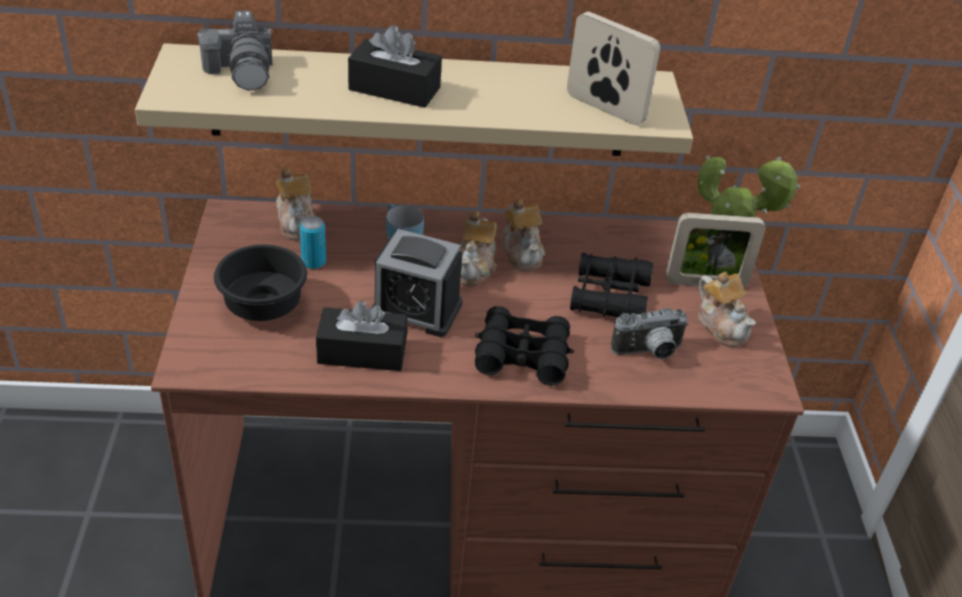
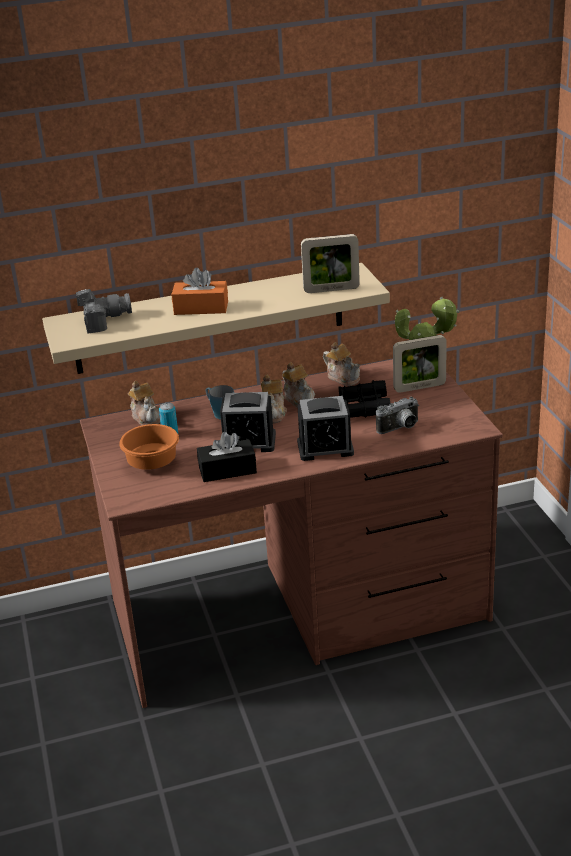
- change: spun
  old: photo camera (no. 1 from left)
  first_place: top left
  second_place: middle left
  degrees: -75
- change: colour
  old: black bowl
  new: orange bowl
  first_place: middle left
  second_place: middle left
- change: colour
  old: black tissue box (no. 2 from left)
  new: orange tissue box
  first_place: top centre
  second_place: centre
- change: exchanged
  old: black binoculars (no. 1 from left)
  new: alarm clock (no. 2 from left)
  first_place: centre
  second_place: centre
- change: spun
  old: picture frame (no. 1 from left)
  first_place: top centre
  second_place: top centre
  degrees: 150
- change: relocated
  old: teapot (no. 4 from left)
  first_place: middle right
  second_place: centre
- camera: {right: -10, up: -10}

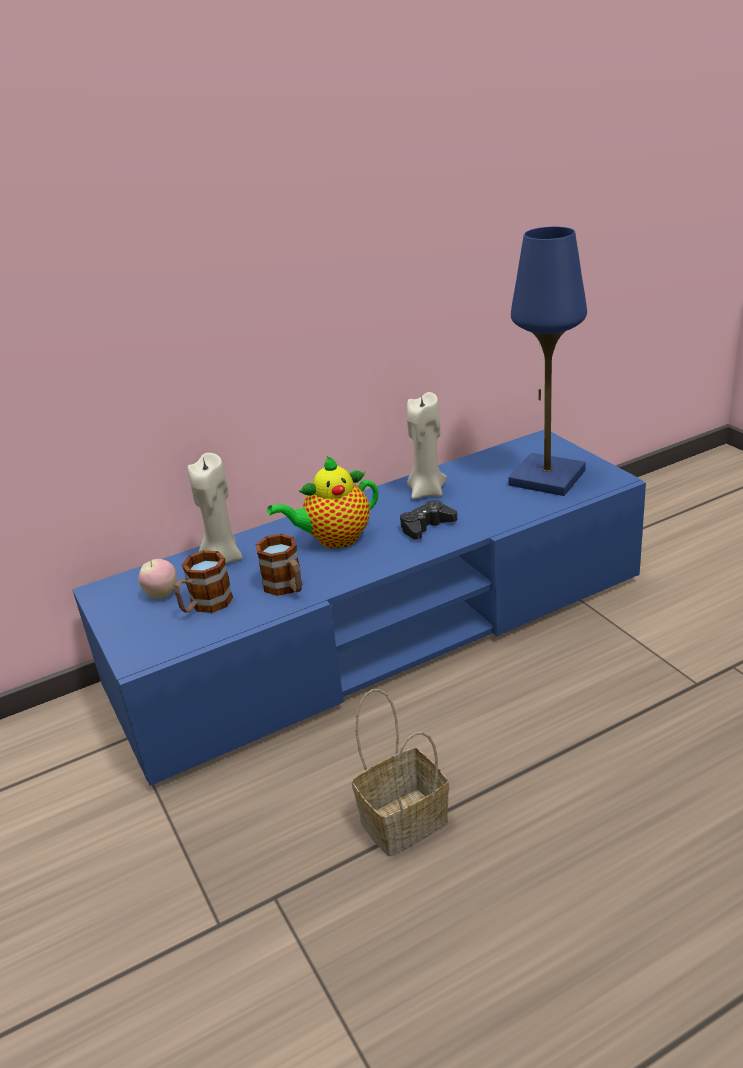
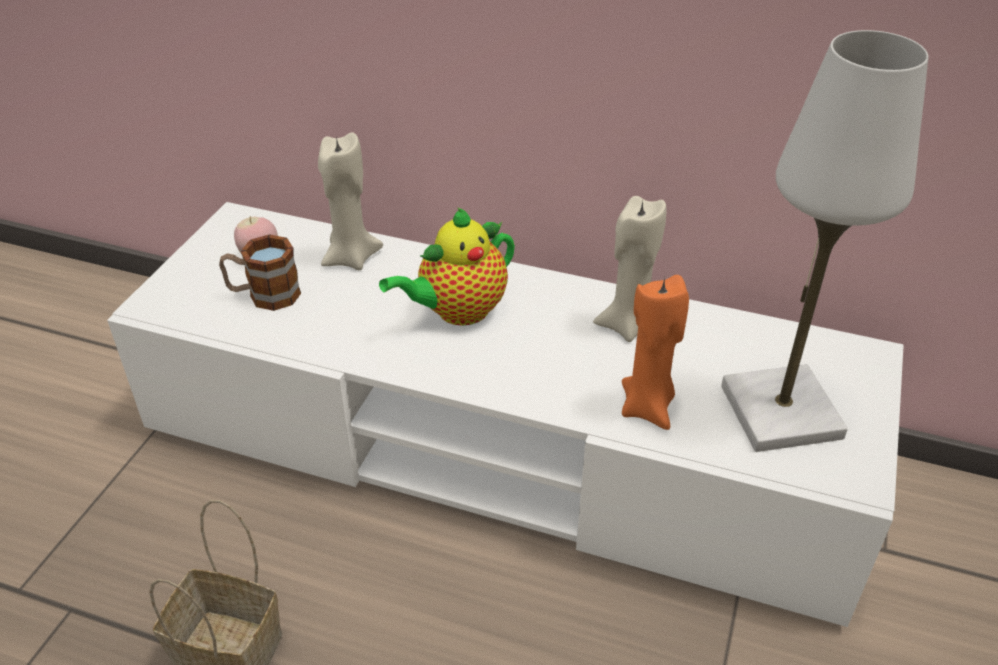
- change: colour
  old: blue tv stand
  new: white tv stand
  first_place: centre
  second_place: centre
- change: missing
  old: mug (no. 2 from left)
  first_place: centre
- change: spun
  old: teapot
  first_place: centre
  second_place: centre
  degrees: -60
- change: missing
  old: black game controller
  first_place: centre
- change: colour
  old: blue table lamp
  new: white table lamp
  first_place: middle right
  second_place: middle right
- change: appeared
  new: orange candle
  second_place: centre
- camera: {right: 45, up: 10}

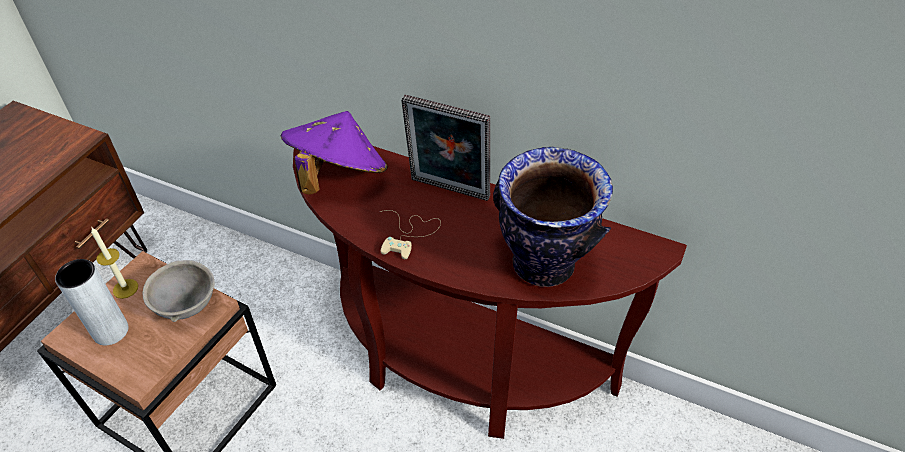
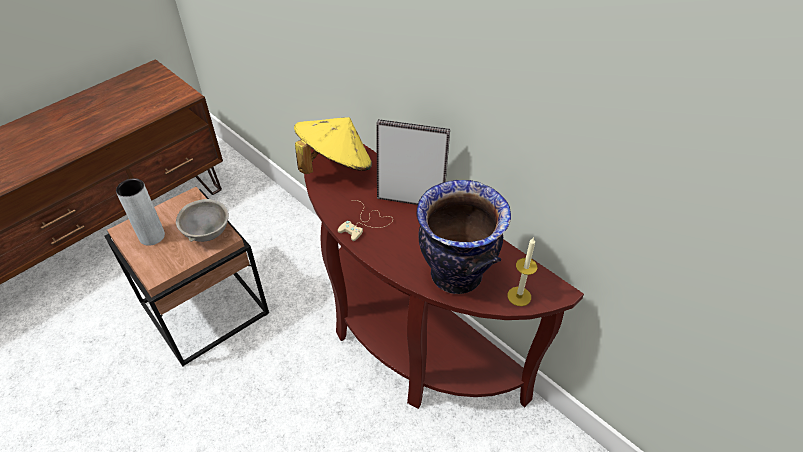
- change: relocated
  old: candle
  first_place: middle left
  second_place: centre
- change: colour
  old: purple hat
  new: yellow hat
  first_place: centre
  second_place: top centre
- change: spun
  old: picture frame
  first_place: top centre
  second_place: centre
  degrees: 150
- camera: {right: 20, up: 0}

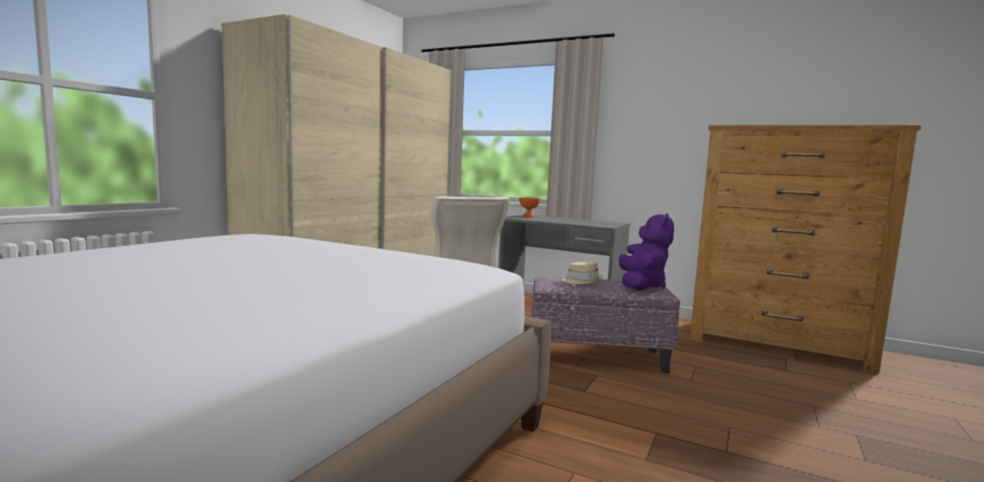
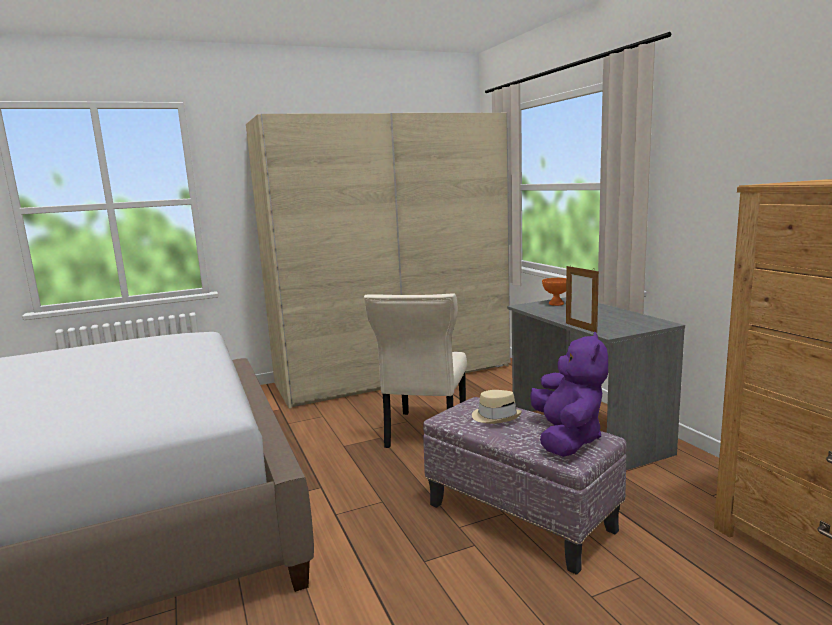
- change: spun
  old: purple plush toy
  first_place: centre
  second_place: middle right
  degrees: -45
- change: appeared
  new: picture frame
  second_place: middle right
- camera: {right: 40, up: 5}

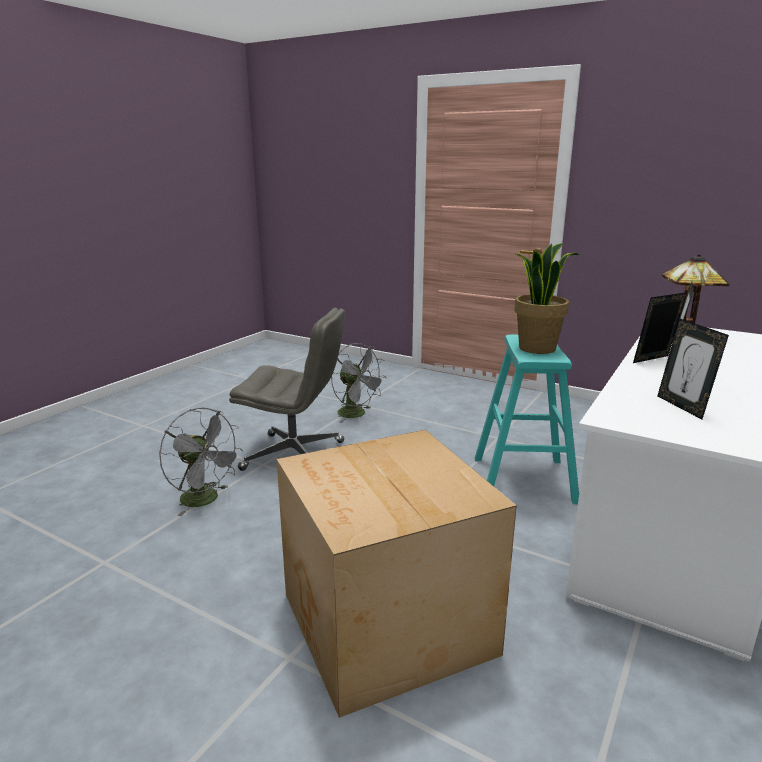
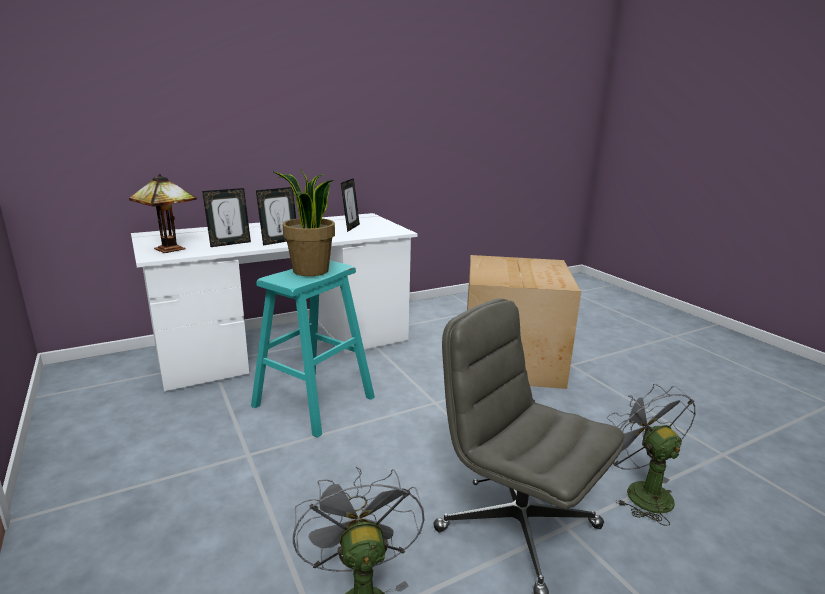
- change: spun
  old: picture frame (no. 1 from left in the first image)
  first_place: middle right
  second_place: centre
  degrees: -45
- camera: {right: -150, up: 0}

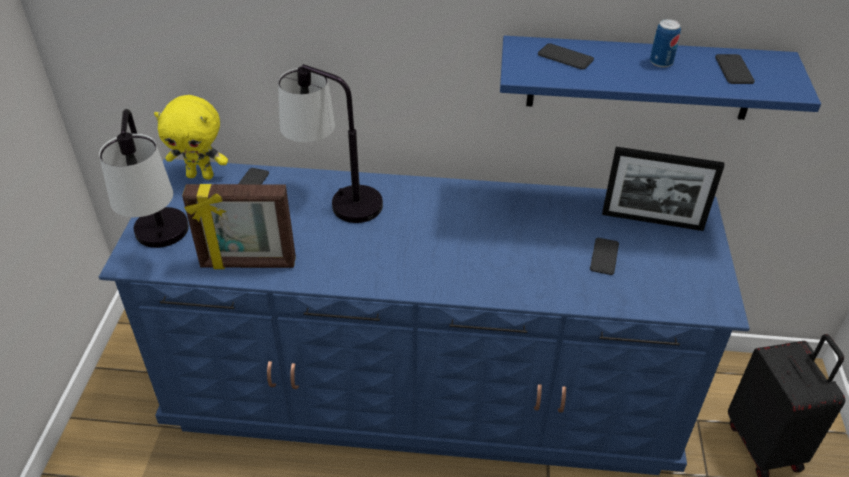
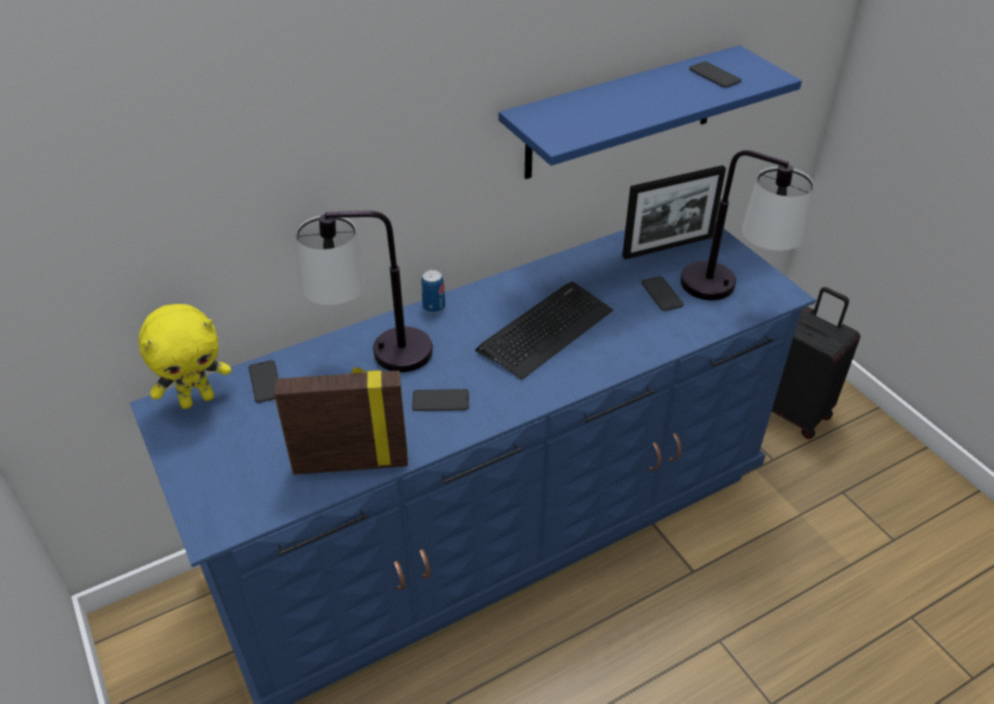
- change: relocated
  old: table lamp (no. 1 from left in the first image)
  new: table lamp (no. 2 from left)
  first_place: middle left
  second_place: top right
- change: spun
  old: picture frame (no. 1 from left)
  first_place: middle left
  second_place: centre
  degrees: -150
- change: relocated
  old: phone (no. 2 from left)
  first_place: top right
  second_place: centre
- change: relocated
  old: can
  first_place: top right
  second_place: centre
- change: appeared
  new: keyboard
  second_place: centre
- camera: {right: -35, up: 0}

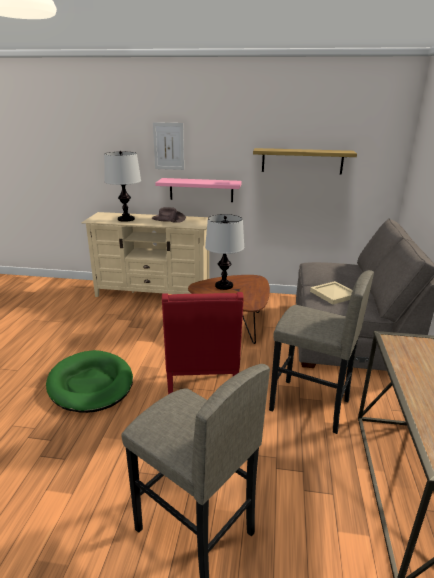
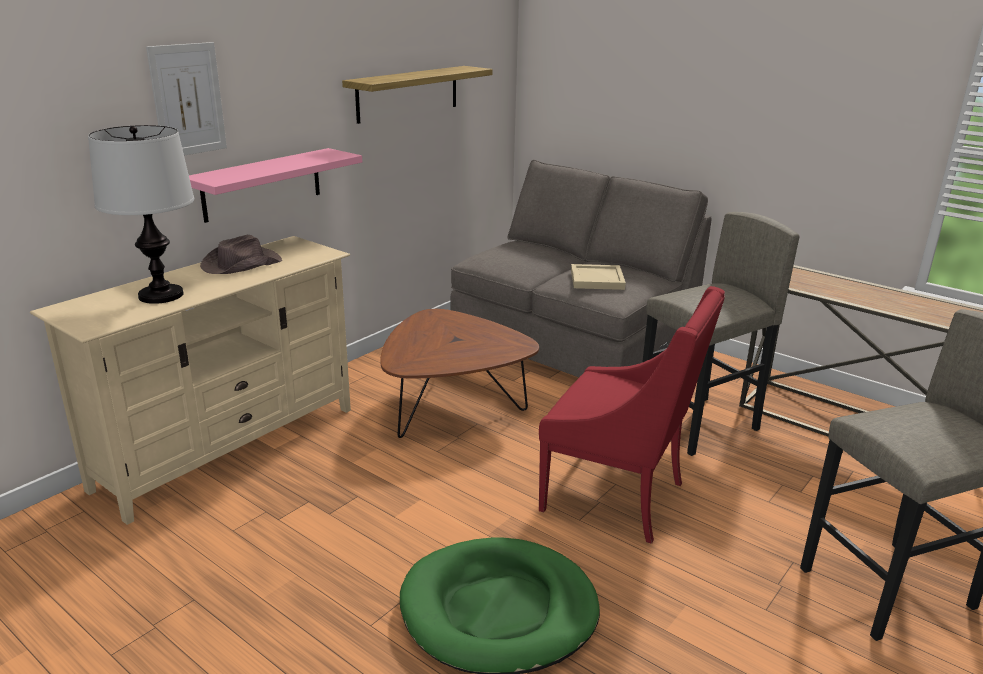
- change: missing
  old: table lamp (no. 2 from left)
  first_place: centre
- camera: {right: -60, up: 0}

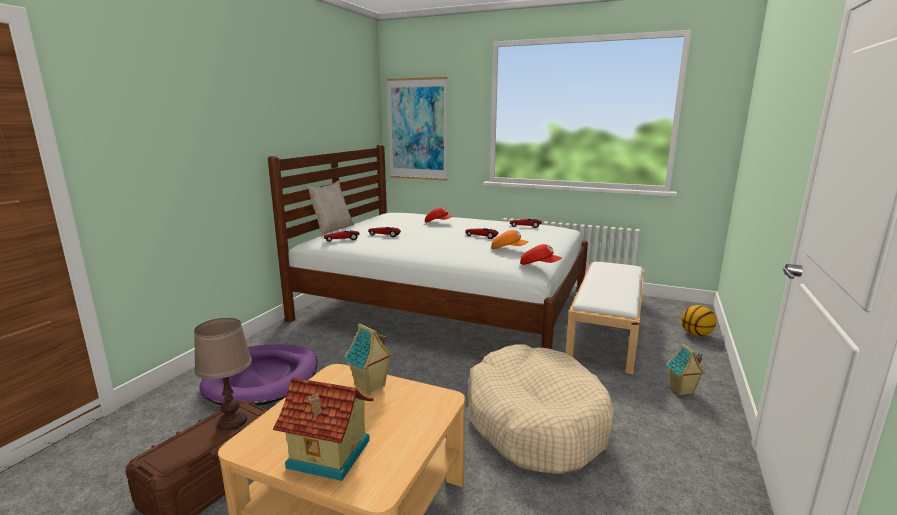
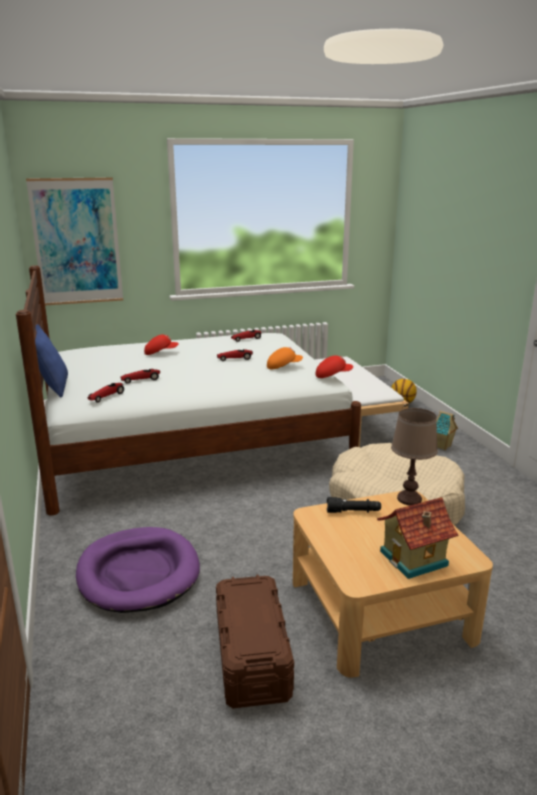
- change: relocated
  old: brown table lamp
  first_place: bottom left
  second_place: middle right
- change: colour
  old: beige pillow
  new: blue pillow
  first_place: centre
  second_place: middle left
- change: exchanged
  old: toy house (no. 2 from left)
  new: black flashlight
  first_place: bottom centre
  second_place: centre
- camera: {right: -40, up: 5}

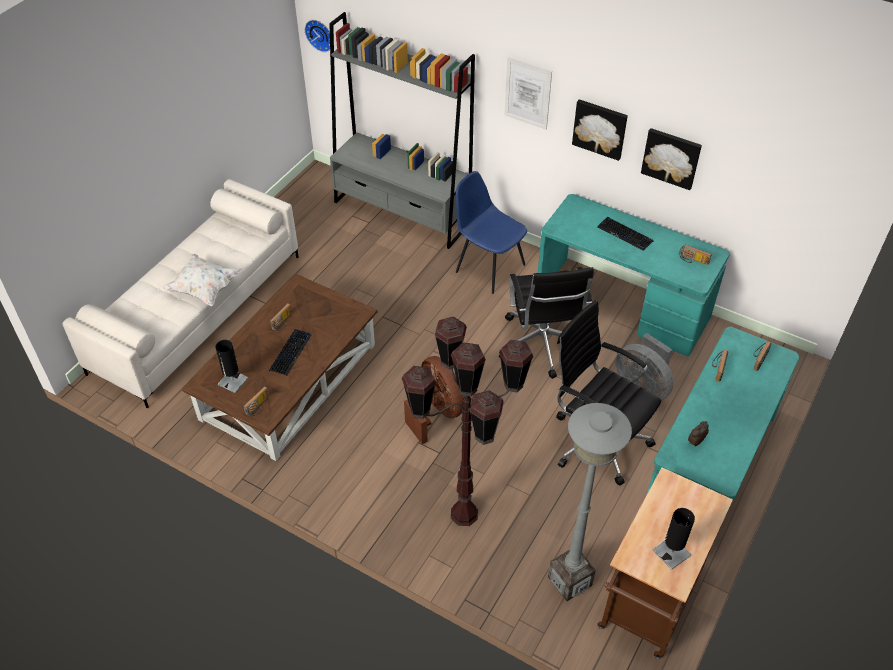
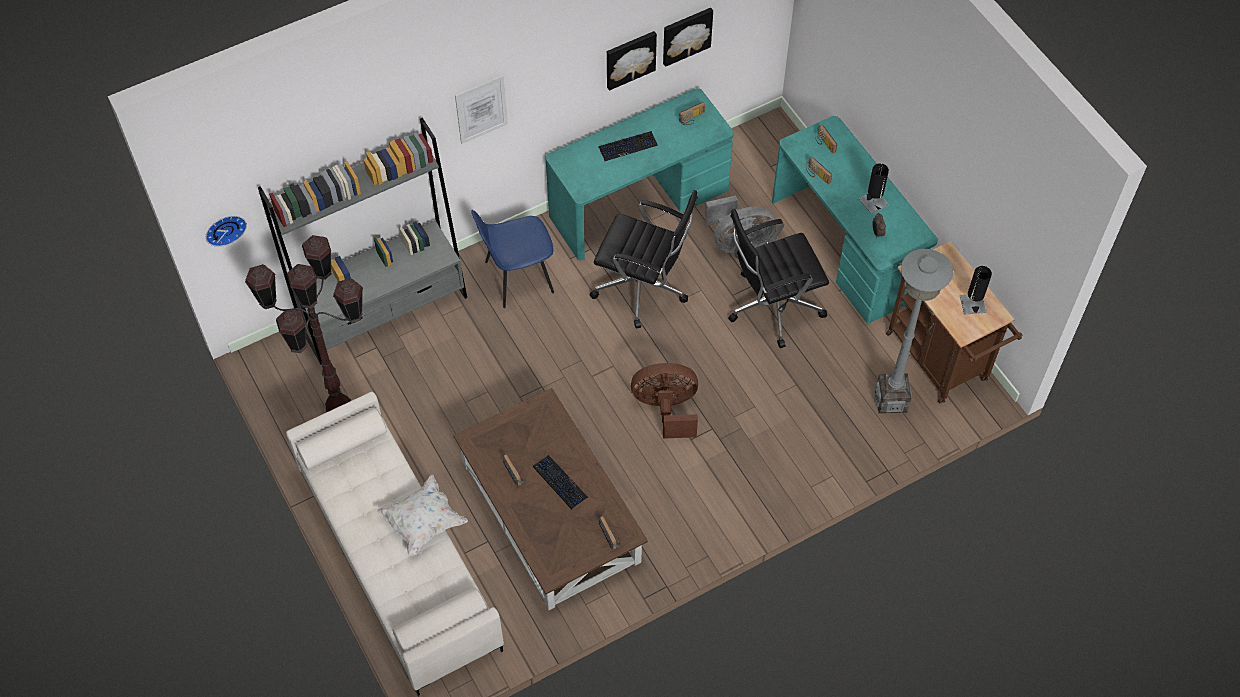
- change: relocated
  old: black table lamp (no. 1 from left)
  first_place: middle left
  second_place: top right
- change: relocated
  old: brown floor lamp
  first_place: centre
  second_place: middle left
- change: relocated
  old: picture (no. 2 from left in the first image)
  new: picture (no. 3 from left)
  first_place: top right
  second_place: top centre
- camera: {right: -60, up: 10}

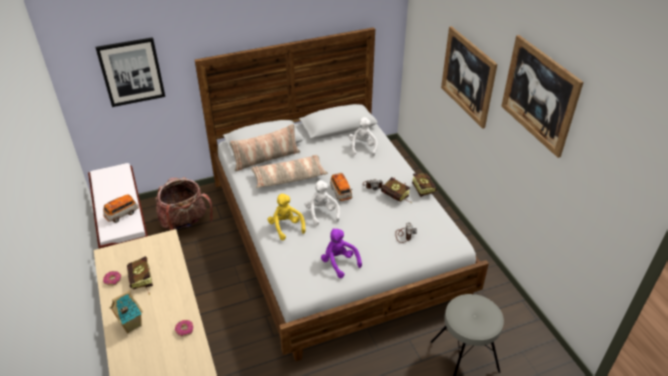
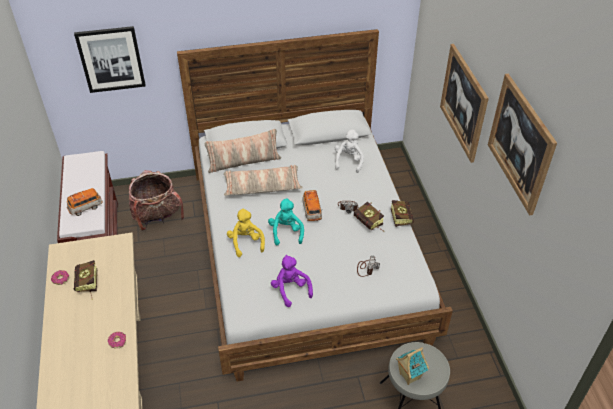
- change: relocated
  old: toy house
  first_place: bottom left
  second_place: bottom right
- change: colour
  old: white plush toy (no. 1 from left)
  new: turquoise plush toy
  first_place: centre
  second_place: centre
- camera: {right: 10, up: 5}

